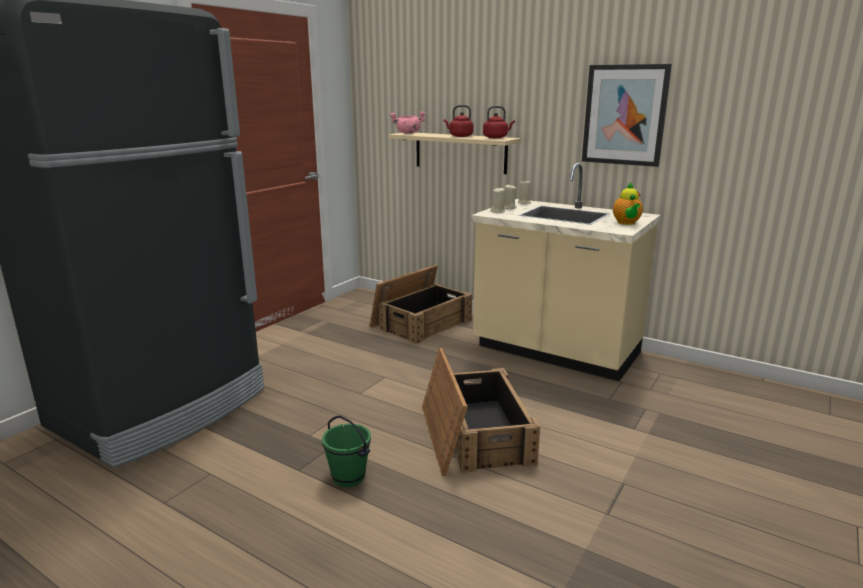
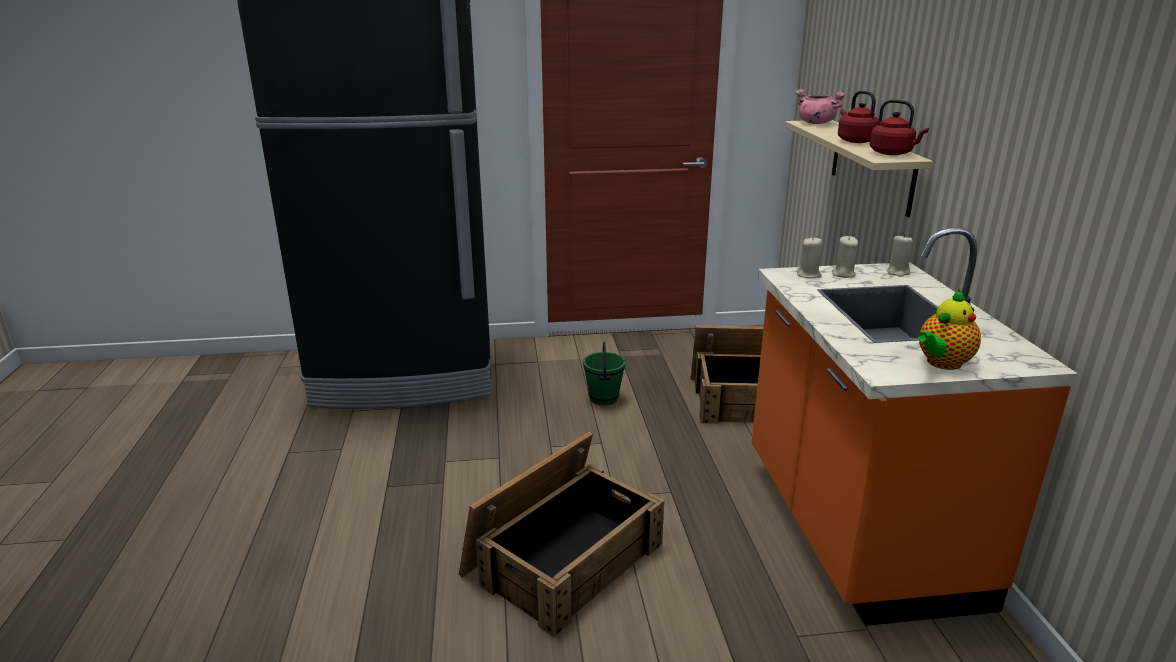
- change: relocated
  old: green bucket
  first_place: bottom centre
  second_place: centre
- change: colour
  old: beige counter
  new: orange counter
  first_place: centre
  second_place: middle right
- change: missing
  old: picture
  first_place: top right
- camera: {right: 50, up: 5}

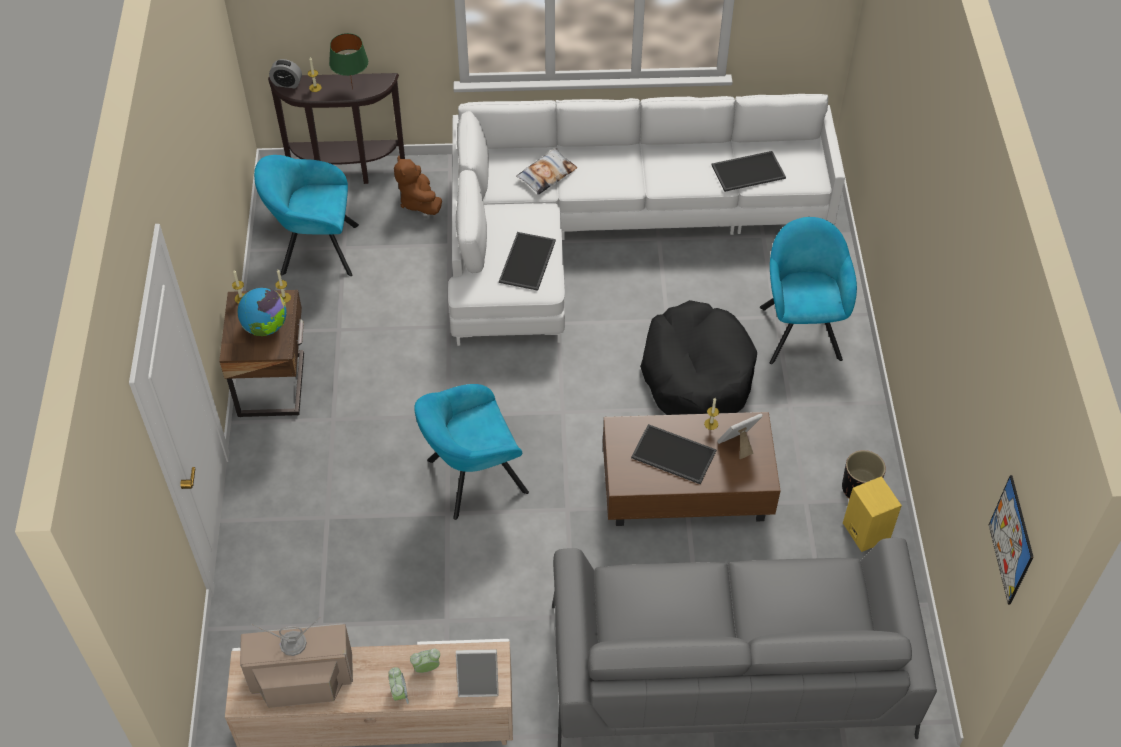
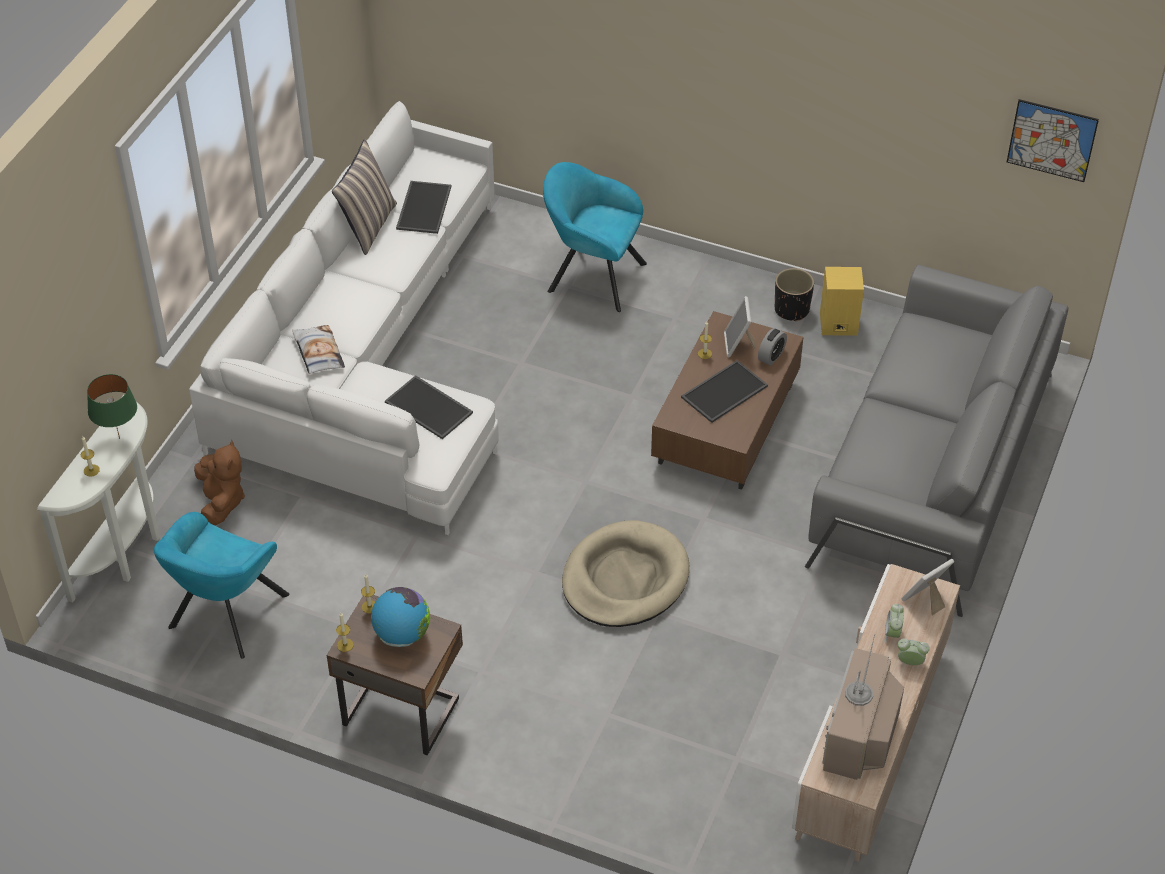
- change: colour
  old: brown console table
  new: white console table
  first_place: top left
  second_place: middle left
- change: relocated
  old: alarm clock (no. 1 from left)
  first_place: top left
  second_place: centre
- change: spun
  old: brown plush toy
  first_place: top centre
  second_place: middle left
  degrees: -105
- change: exchanged
  old: turquoise armchair (no. 2 from left)
  new: beige dog bed
  first_place: centre
  second_place: centre
- change: spun
  old: picture frame (no. 1 from left in the first image)
  first_place: bottom centre
  second_place: bottom right
  degrees: -150
- change: missing
  old: black dog bed
  first_place: centre
- change: appeared
  new: pillow (no. 2 from left)
  second_place: top left
- camera: {right: -65, up: -5}

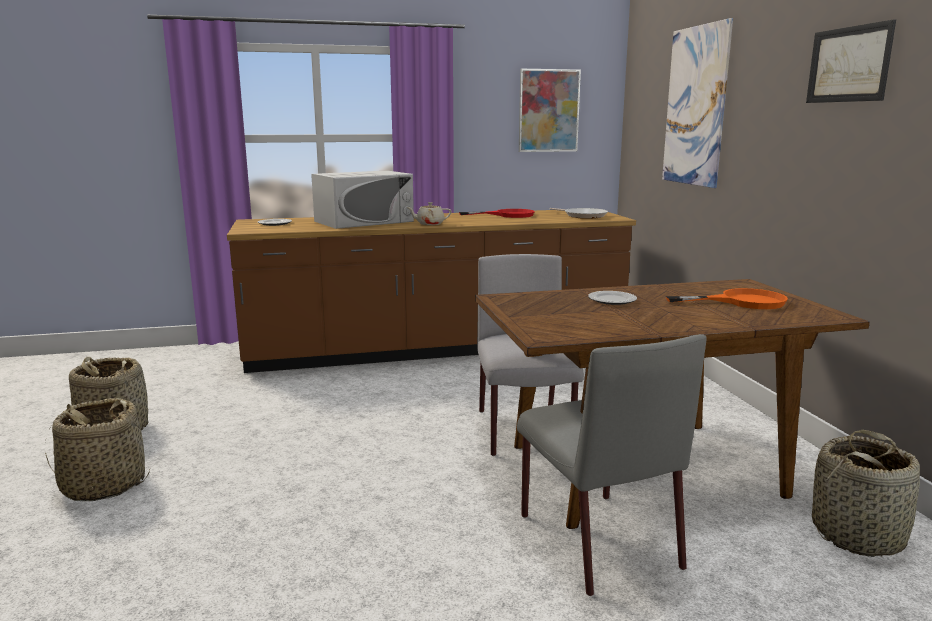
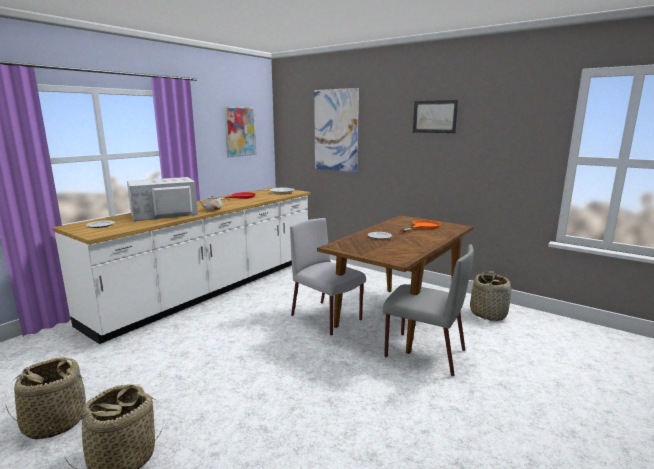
- change: colour
  old: brown counter
  new: white counter
  first_place: centre
  second_place: middle left
- change: spun
  old: white microwave
  first_place: top centre
  second_place: middle left
  degrees: -135
- camera: {right: -40, up: 0}

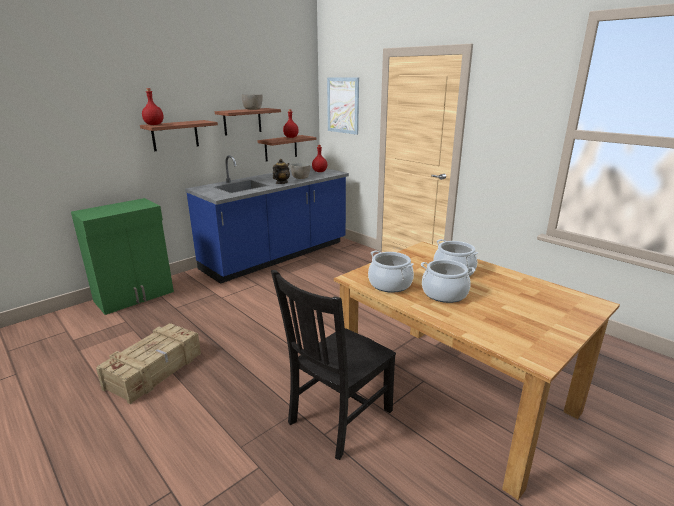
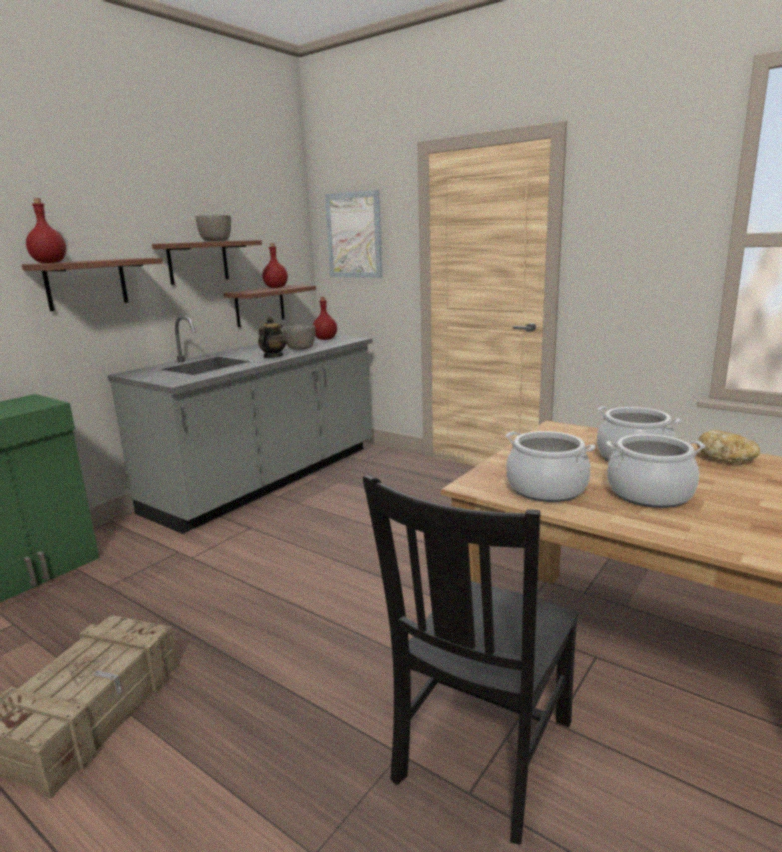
- change: colour
  old: blue counter
  new: grey counter
  first_place: centre
  second_place: middle left
- change: appeared
  new: bread
  second_place: middle right
- camera: {right: -10, up: -5}

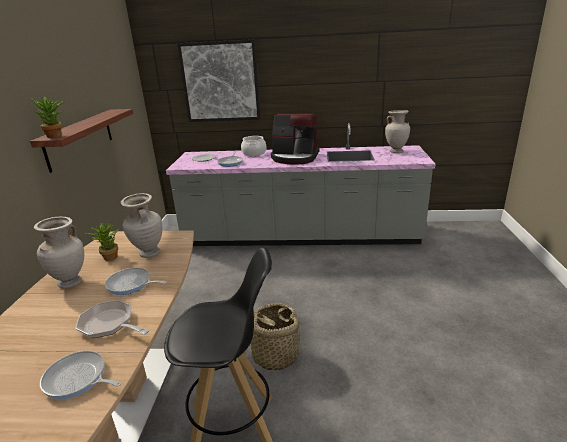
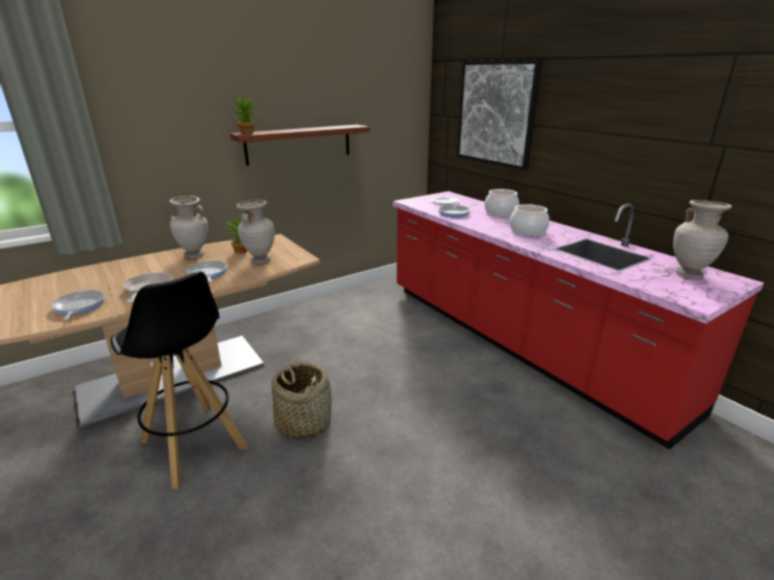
- change: colour
  old: grey counter
  new: red counter
  first_place: centre
  second_place: middle right
- change: exchanged
  old: coffee machine
  new: cooking pot (no. 2 from left)
  first_place: top centre
  second_place: middle right
- camera: {right: 50, up: 0}

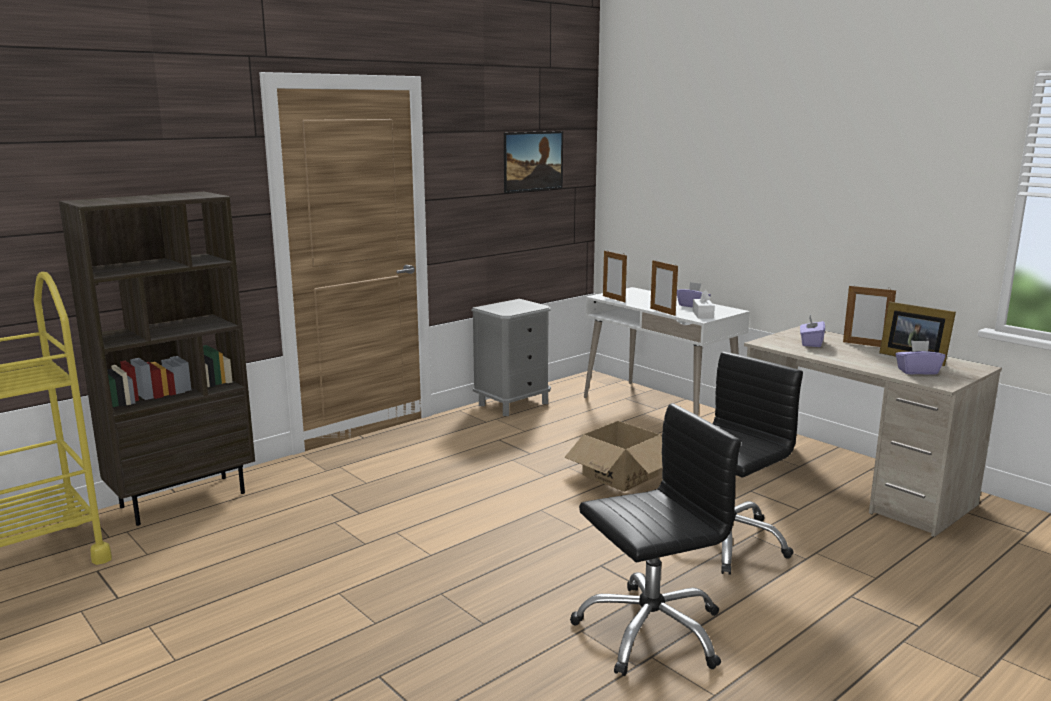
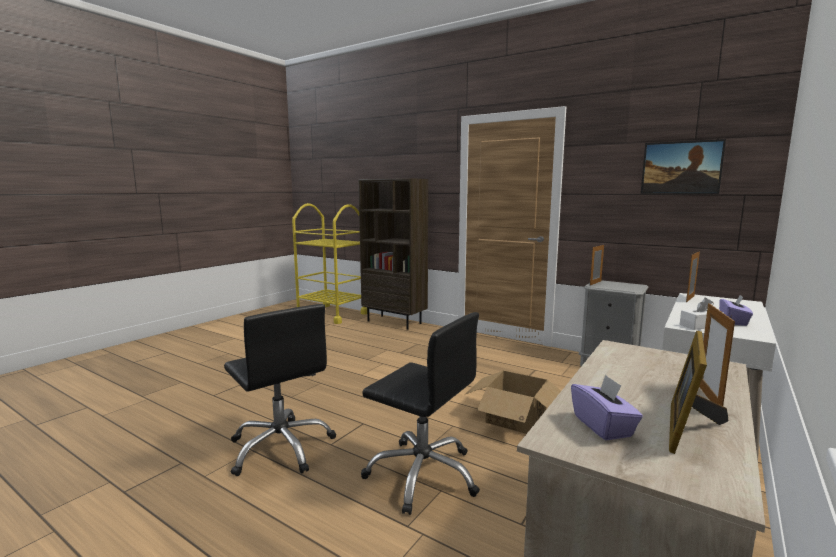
- change: relocated
  old: picture frame (no. 2 from left in the first image)
  new: picture frame (no. 1 from left)
  first_place: centre
  second_place: middle right
- change: missing
  old: purple tissue box (no. 2 from left)
  first_place: middle right
- camera: {right: 75, up: -5}

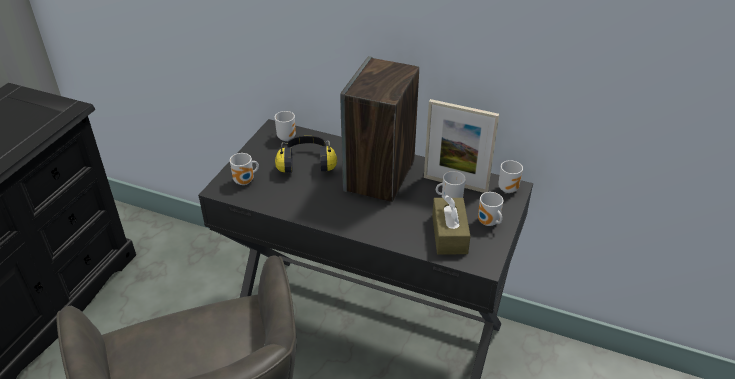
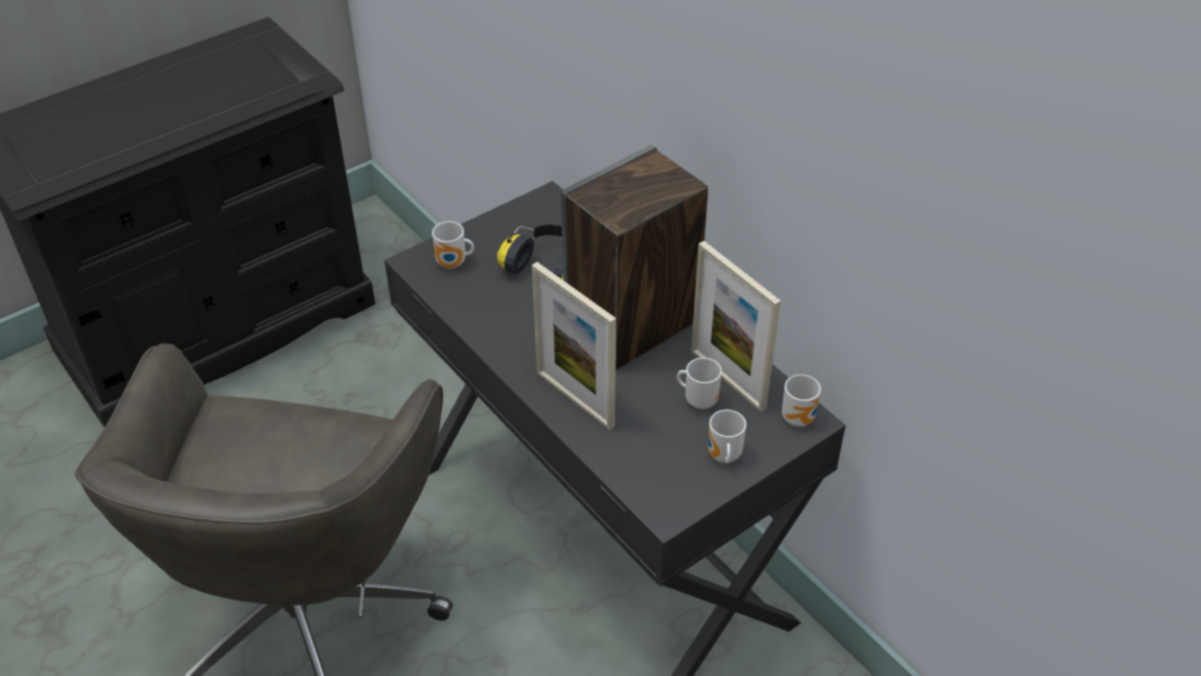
- change: missing
  old: mug (no. 2 from left)
  first_place: top centre
- change: missing
  old: brown tissue box
  first_place: centre
- change: appeared
  new: picture frame (no. 1 from left)
  second_place: centre
- camera: {right: 30, up: 5}

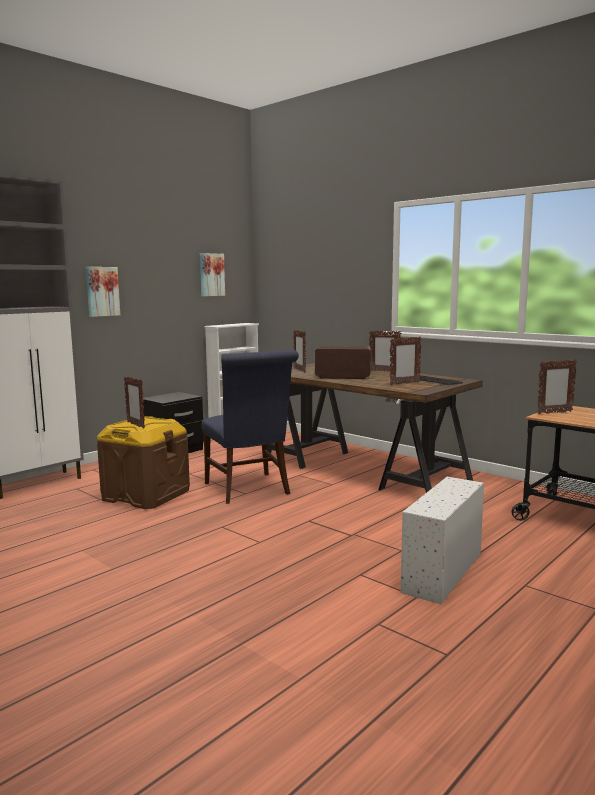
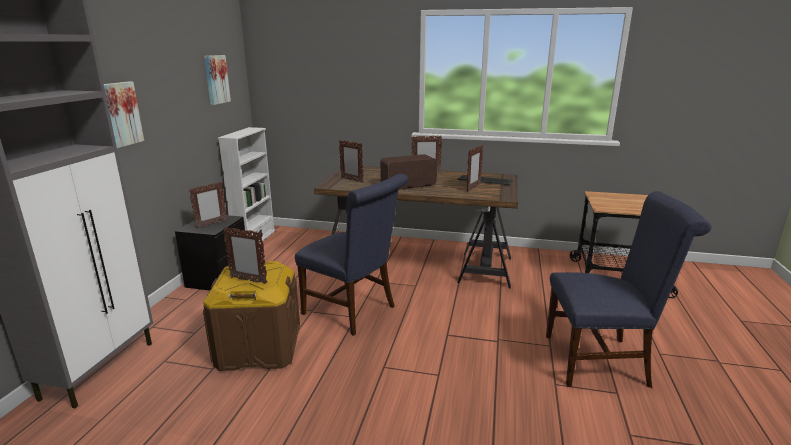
- change: exchanged
  old: white storage box
  new: blue chair (no. 2 from left)
  first_place: bottom right
  second_place: middle right
- change: relocated
  old: picture frame (no. 5 from left in the first image)
  new: picture frame (no. 1 from left)
  first_place: middle right
  second_place: middle left
- camera: {right: -30, up: 10}

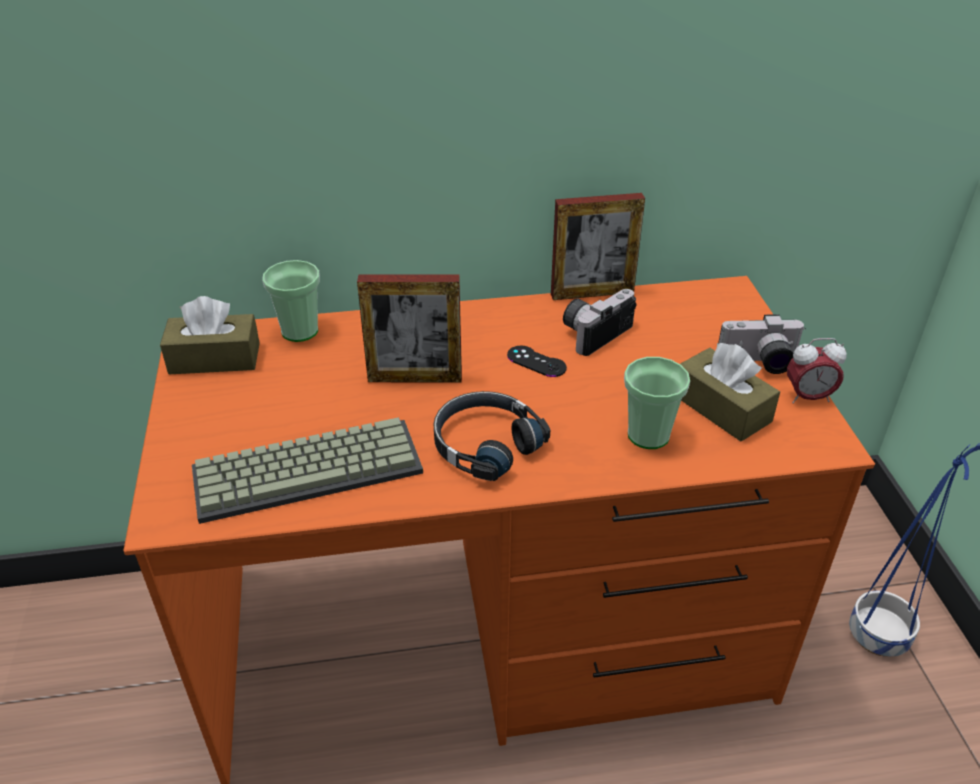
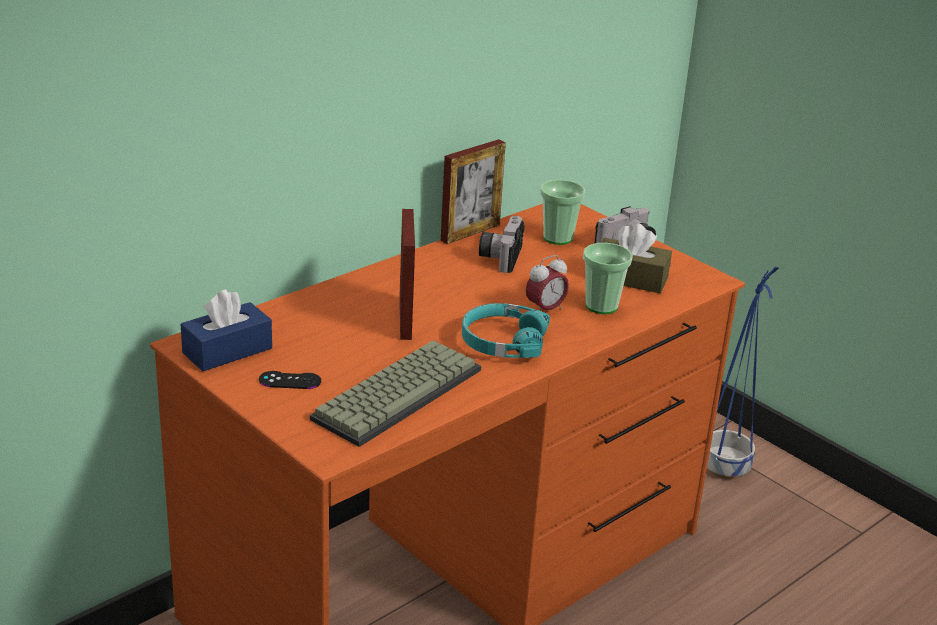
- change: colour
  old: brown tissue box (no. 1 from left)
  new: blue tissue box
  first_place: middle left
  second_place: middle left
- change: relocated
  old: cup (no. 1 from left)
  first_place: middle left
  second_place: centre
- change: spun
  old: picture frame (no. 1 from left)
  first_place: centre
  second_place: centre
  degrees: -60
- change: colour
  old: black headphones
  new: turquoise headphones
  first_place: centre
  second_place: centre
- change: relocated
  old: black game controller
  first_place: centre
  second_place: middle left
- change: relocated
  old: alarm clock
  first_place: middle right
  second_place: centre
- camera: {right: -35, up: -10}

